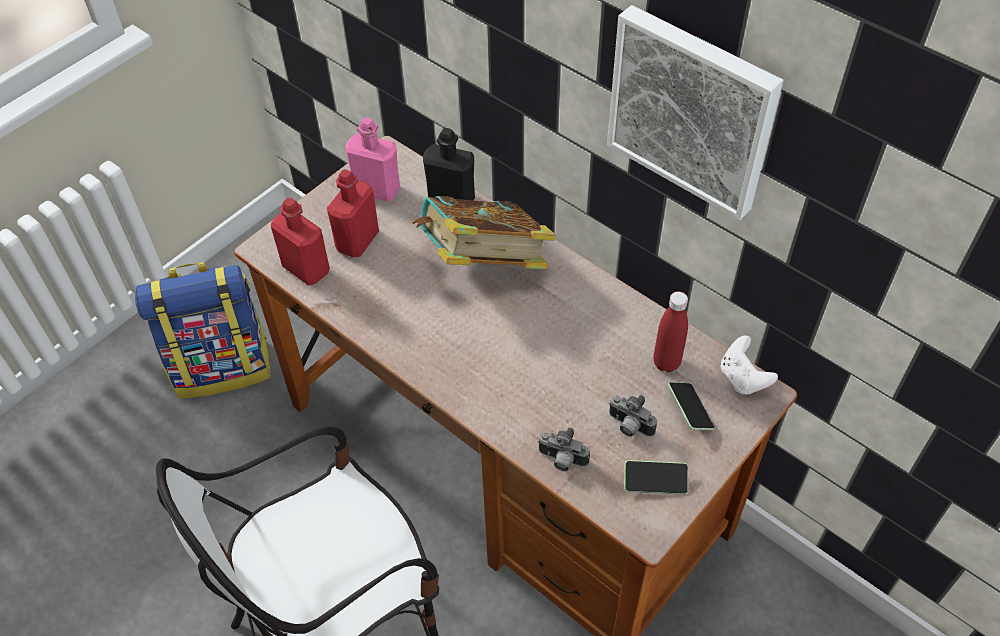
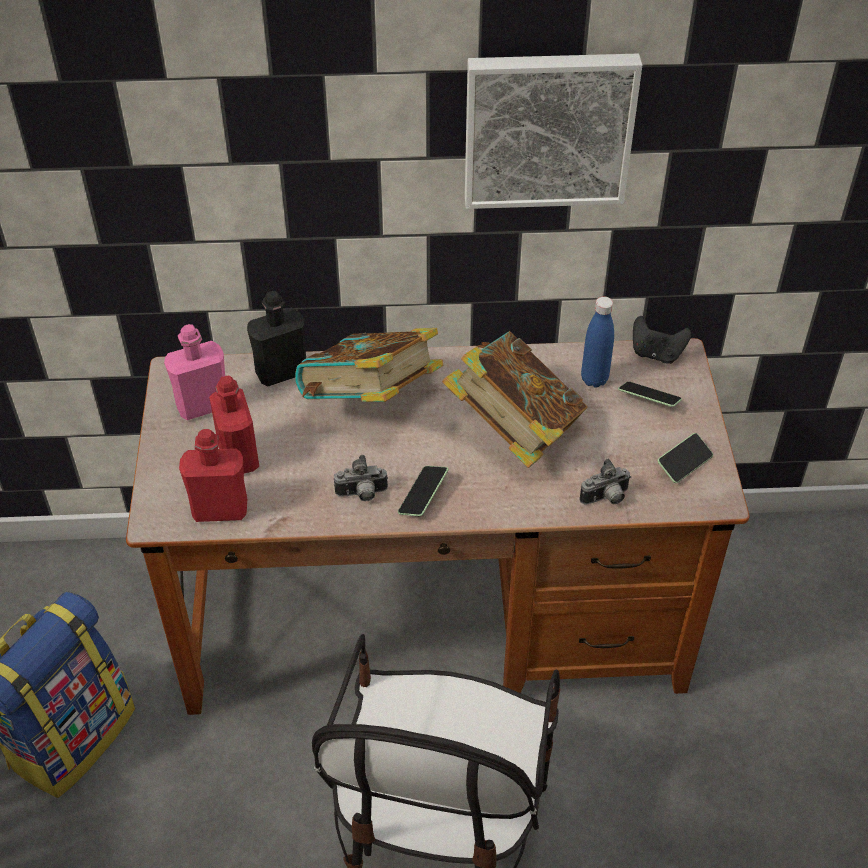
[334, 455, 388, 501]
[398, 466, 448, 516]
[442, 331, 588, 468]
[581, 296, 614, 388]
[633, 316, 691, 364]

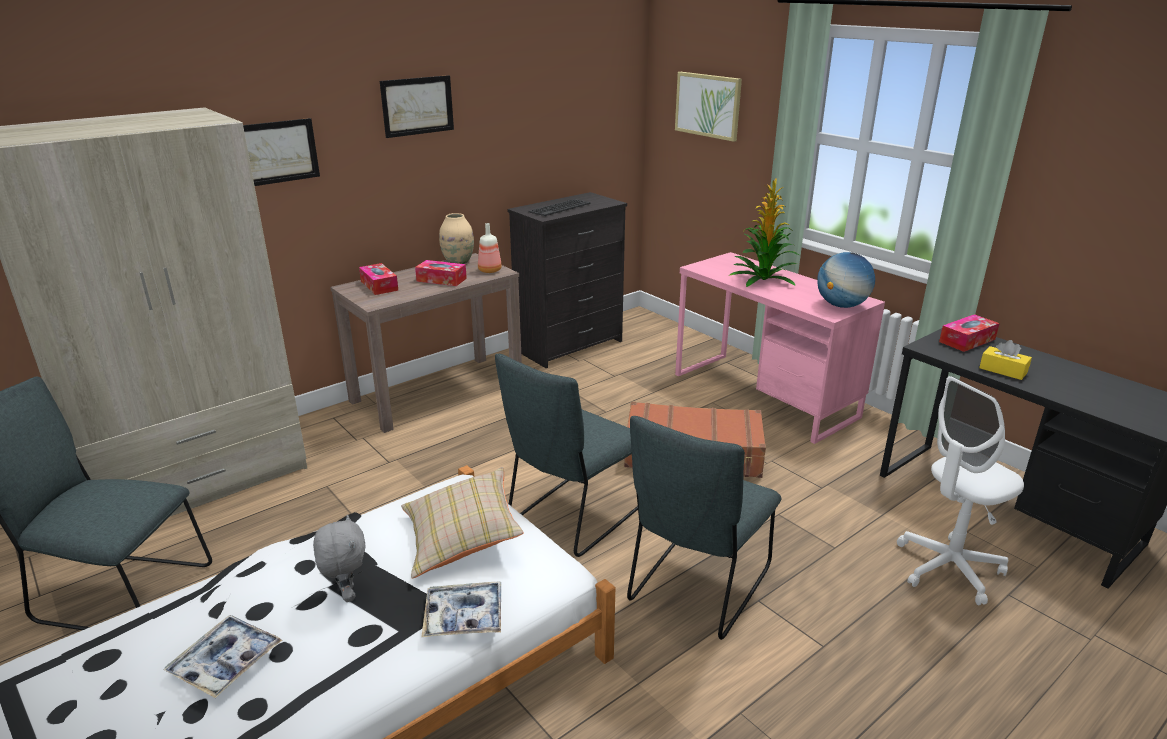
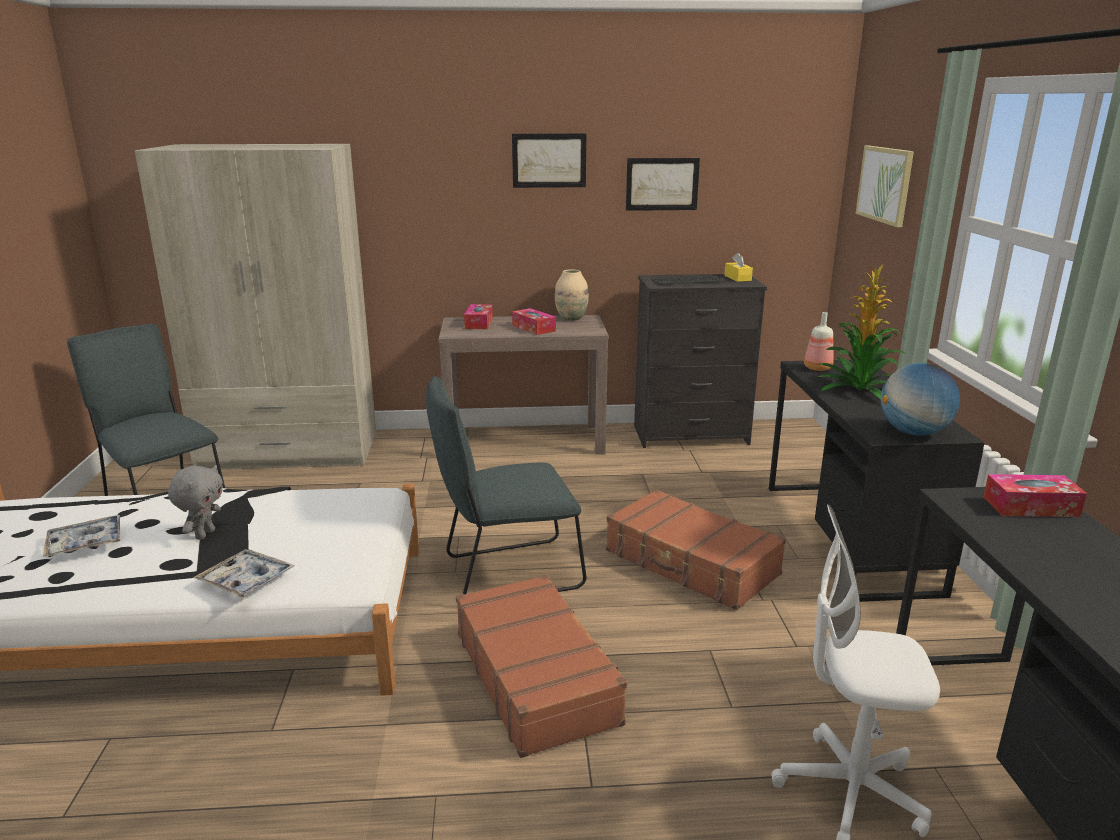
[456, 575, 627, 758]
[626, 158, 700, 211]
[724, 253, 753, 282]
[769, 360, 984, 602]
[804, 312, 834, 371]
[401, 467, 524, 579] (first image)

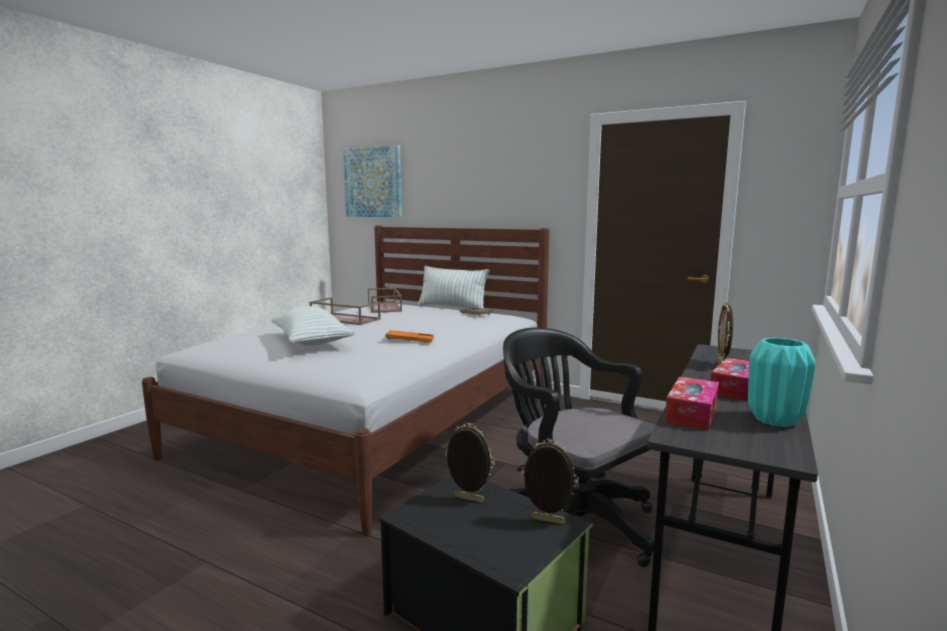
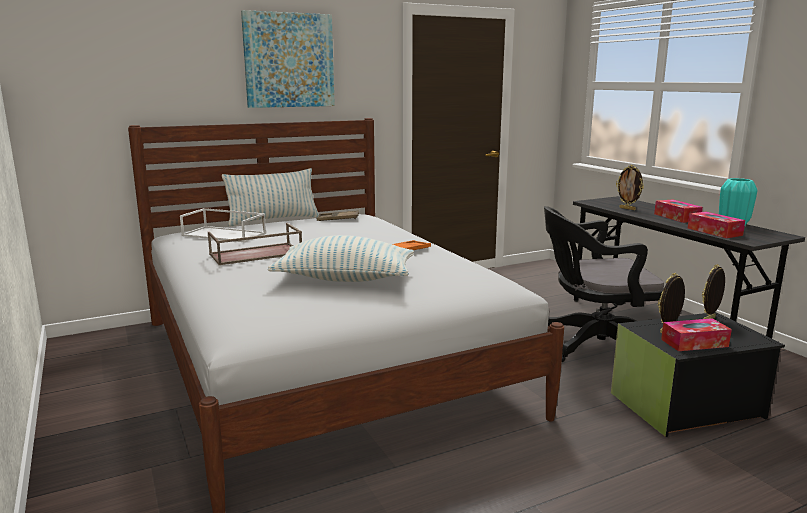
[180, 208, 266, 243]
[241, 10, 335, 108]
[661, 318, 732, 351]

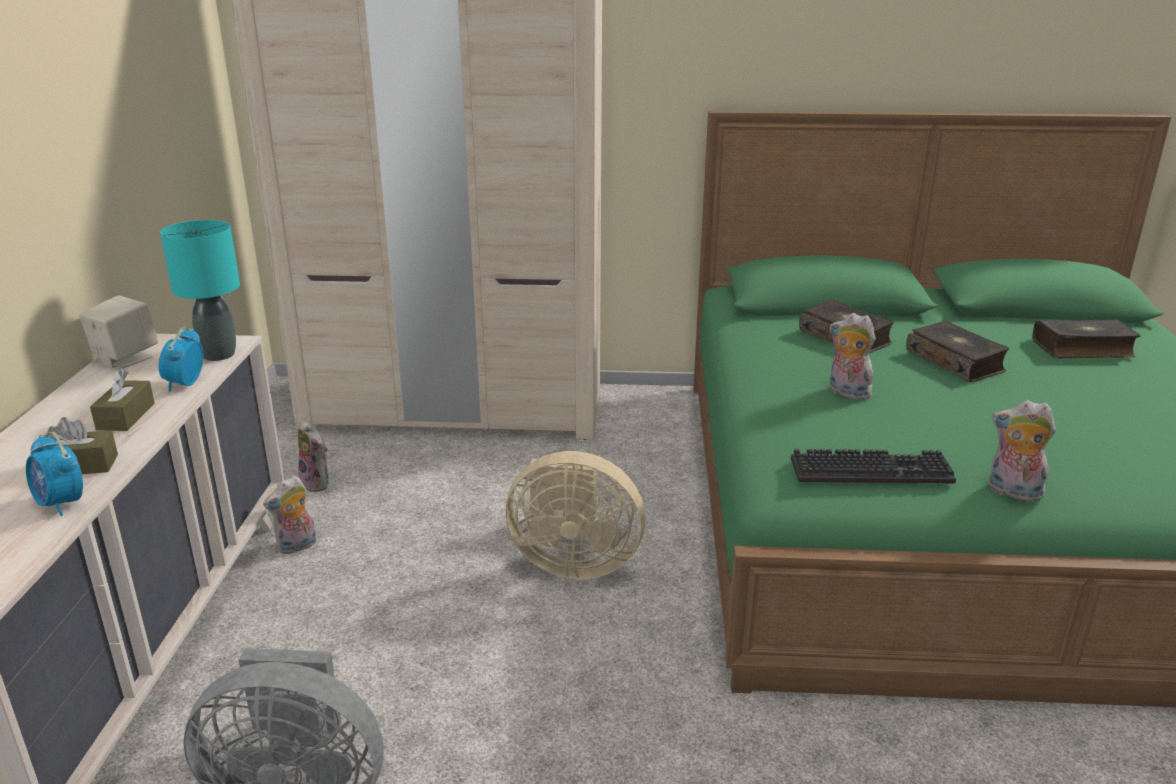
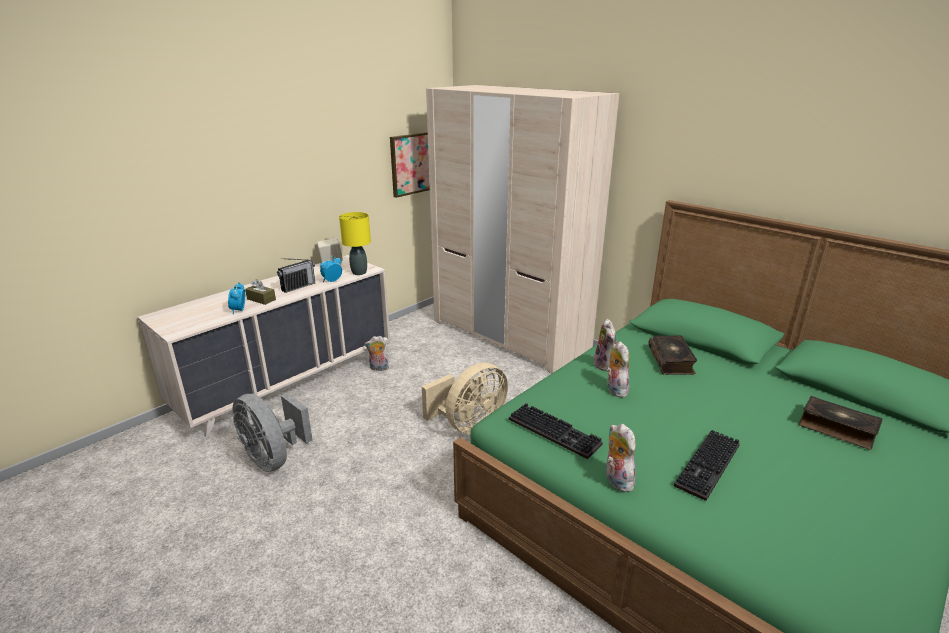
[277, 258, 315, 293]
[339, 212, 371, 275]
[390, 132, 430, 198]
[422, 363, 508, 434]
[594, 319, 618, 371]
[674, 430, 740, 501]
[906, 321, 1009, 382] (first image)

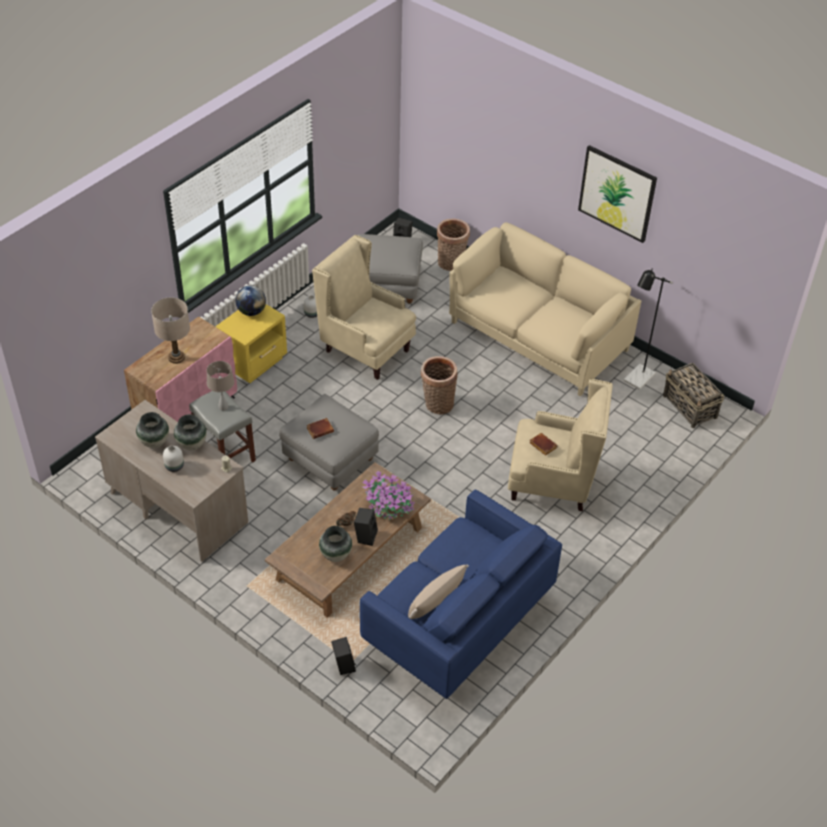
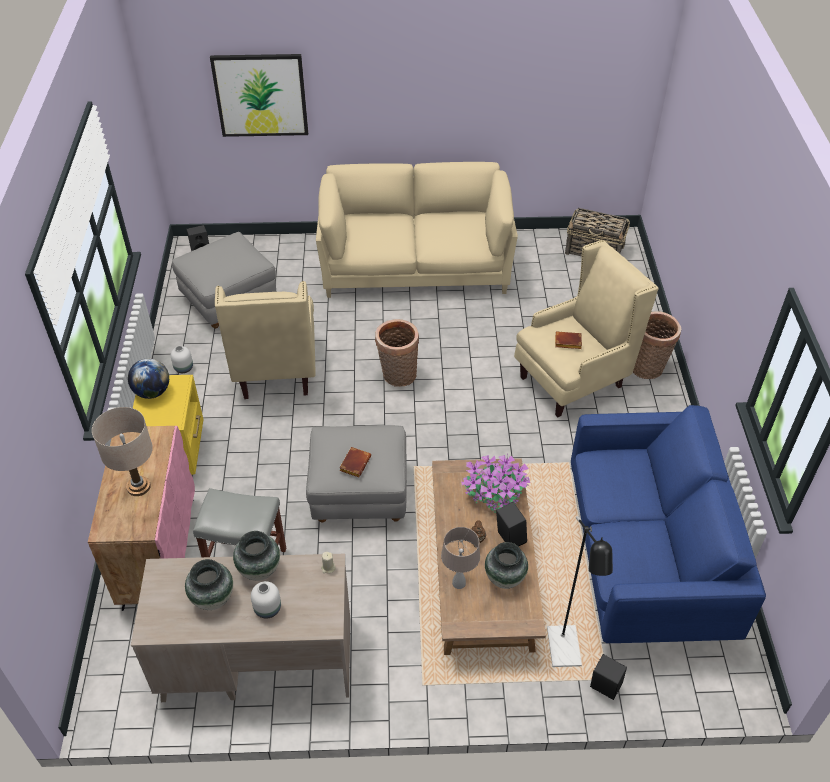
[210, 54, 308, 137]
[215, 281, 316, 399]
[441, 527, 480, 589]
[547, 516, 613, 667]
[633, 311, 682, 379]
[408, 564, 469, 619] (first image)

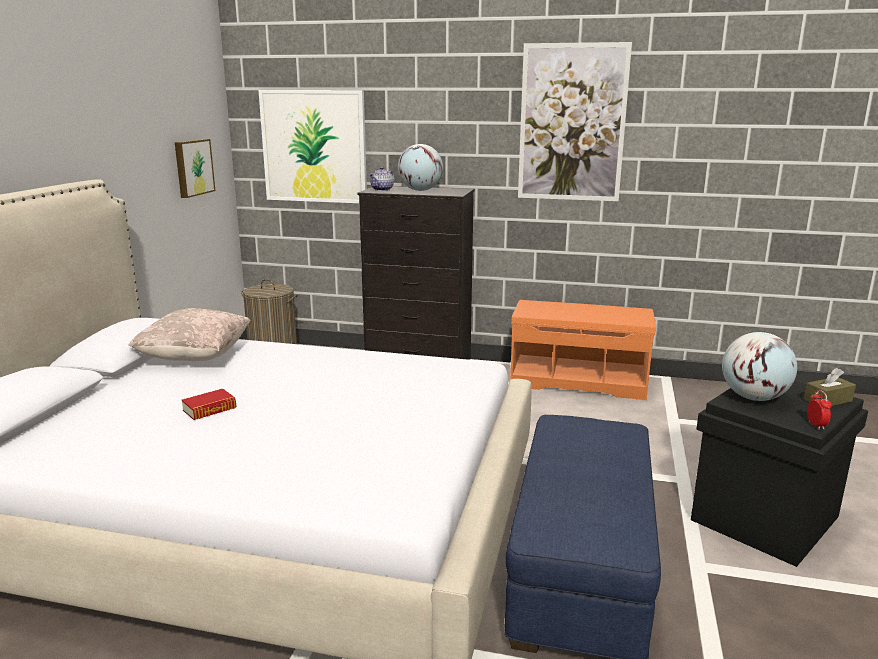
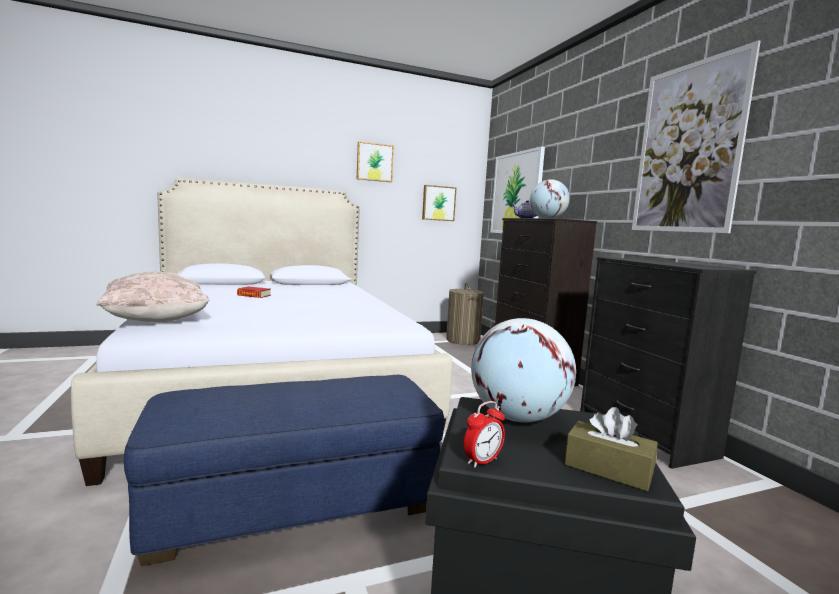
[97, 271, 210, 322]
[357, 141, 394, 182]
[580, 257, 757, 469]

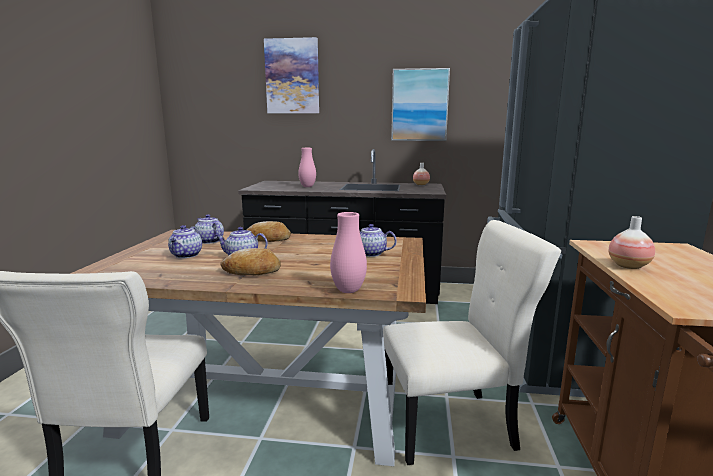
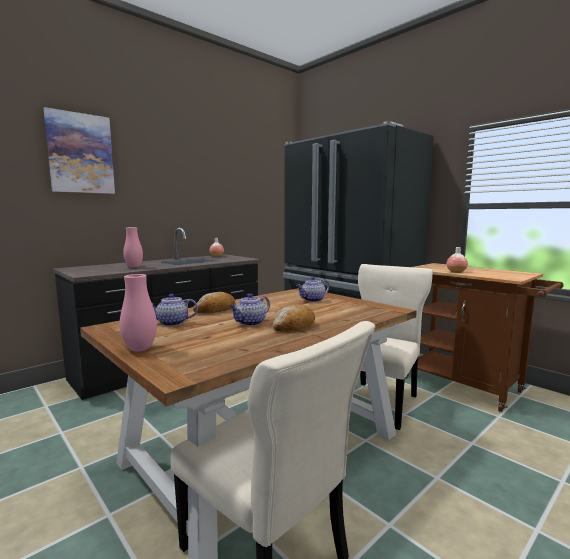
[120, 274, 157, 352]
[168, 225, 202, 258] (first image)
[391, 68, 450, 141] (first image)

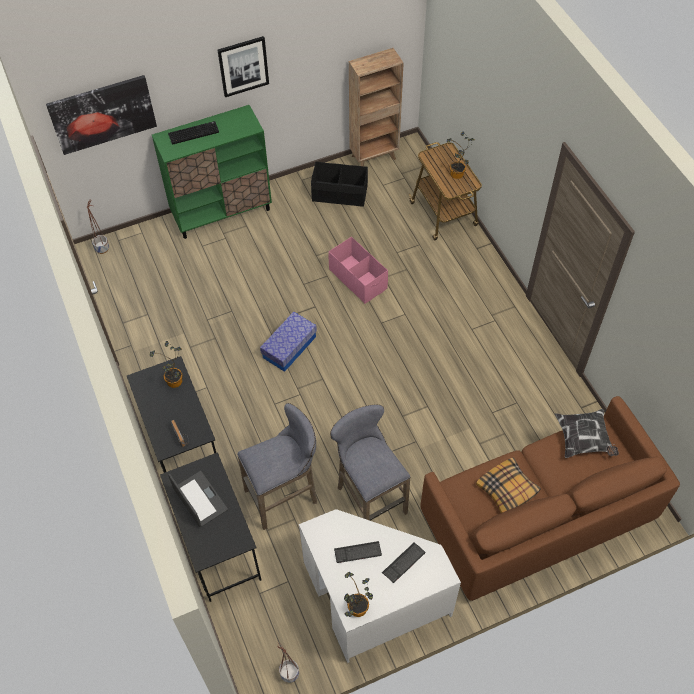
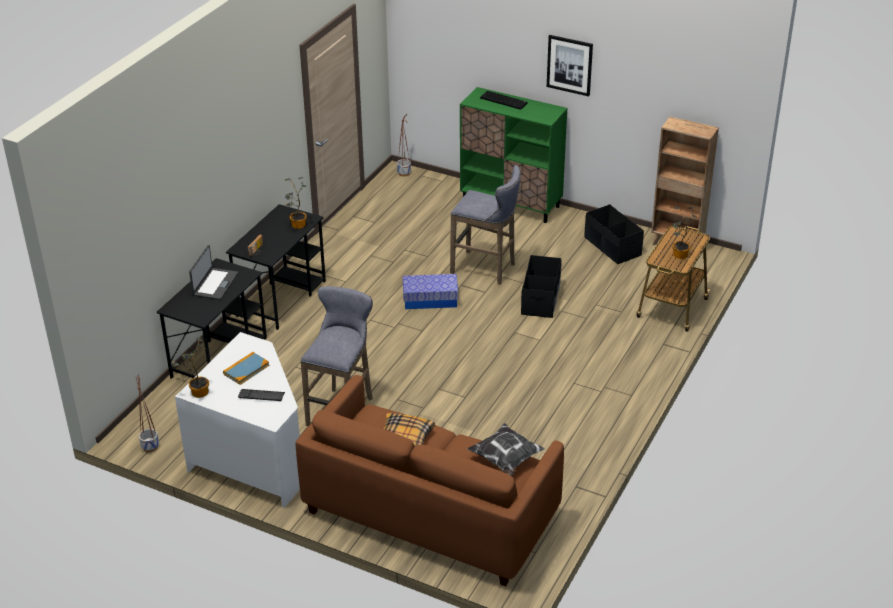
[223, 352, 269, 385]
[450, 165, 521, 285]
[521, 255, 562, 318]
[46, 75, 157, 155] (first image)

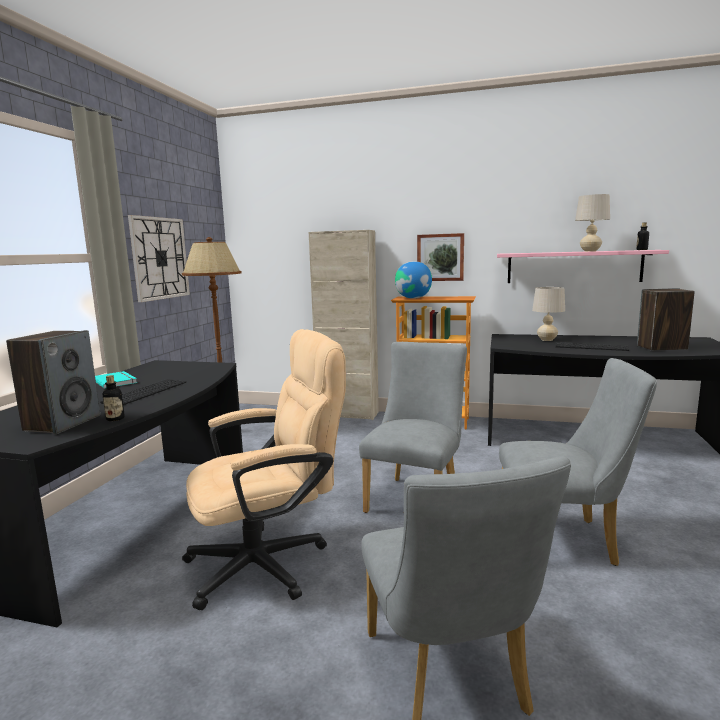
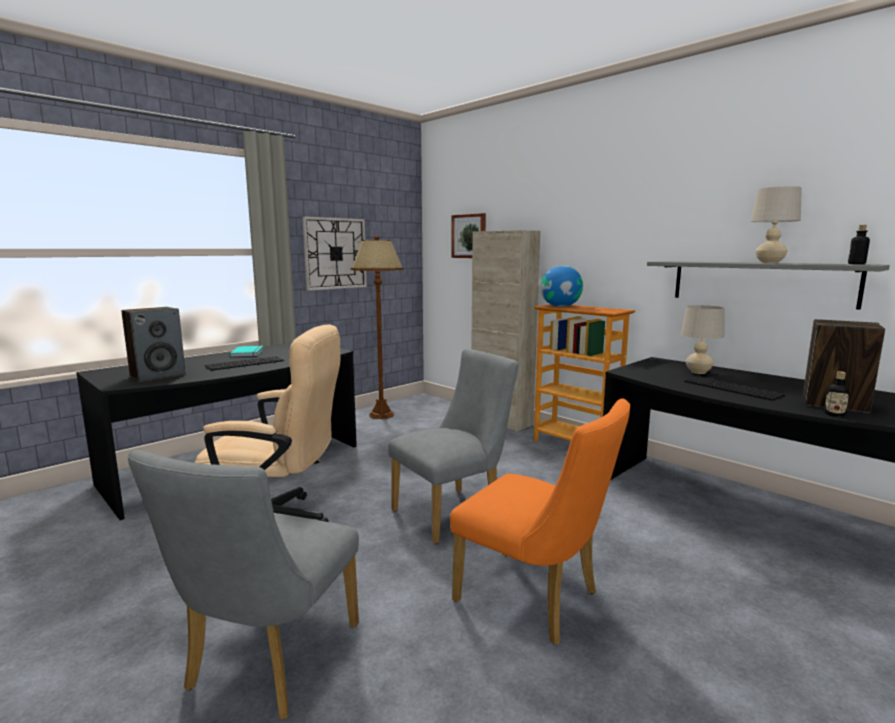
[450, 398, 630, 645]
[452, 213, 486, 258]
[647, 261, 890, 310]
[824, 371, 850, 417]

